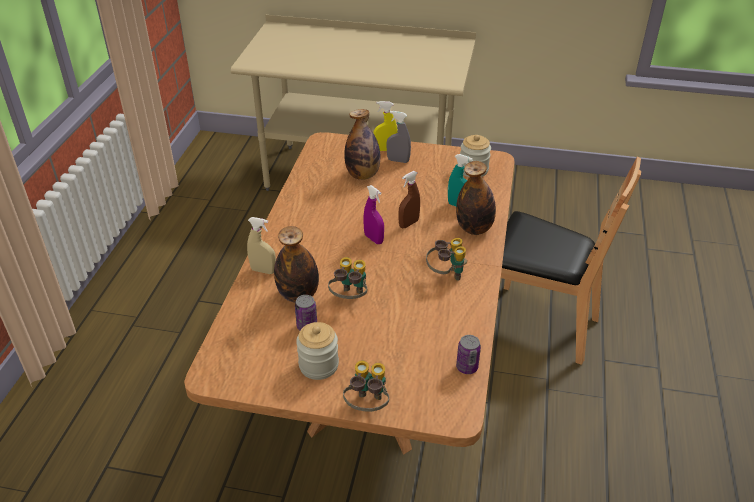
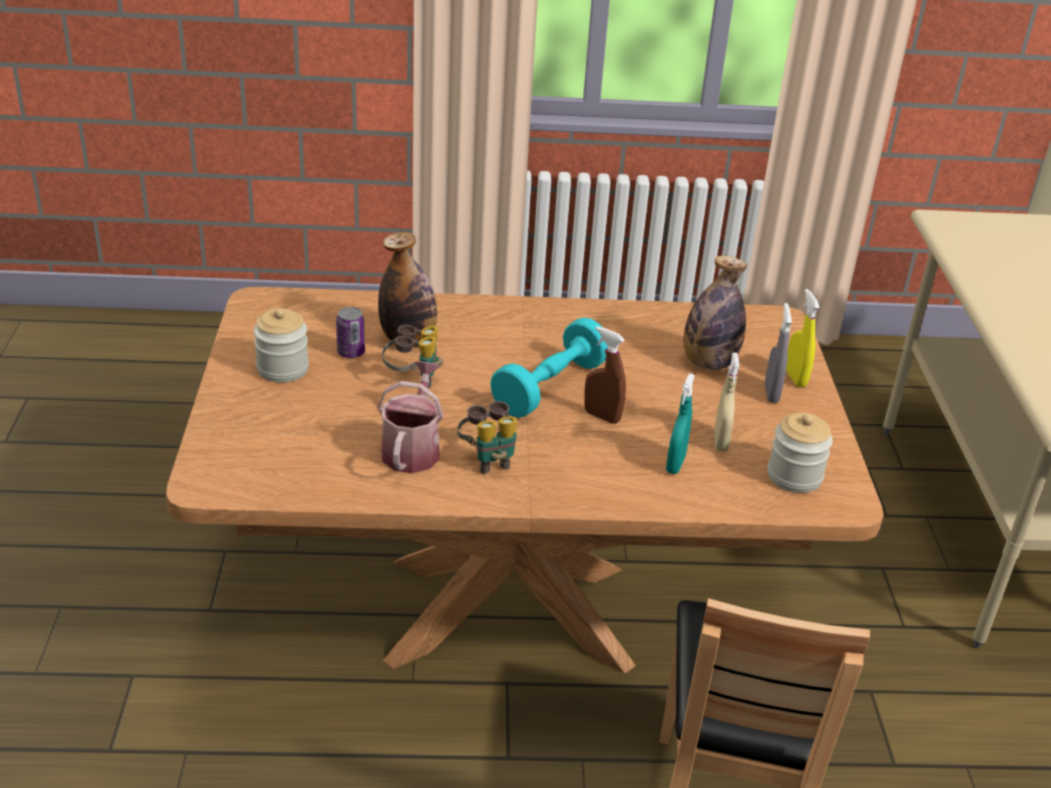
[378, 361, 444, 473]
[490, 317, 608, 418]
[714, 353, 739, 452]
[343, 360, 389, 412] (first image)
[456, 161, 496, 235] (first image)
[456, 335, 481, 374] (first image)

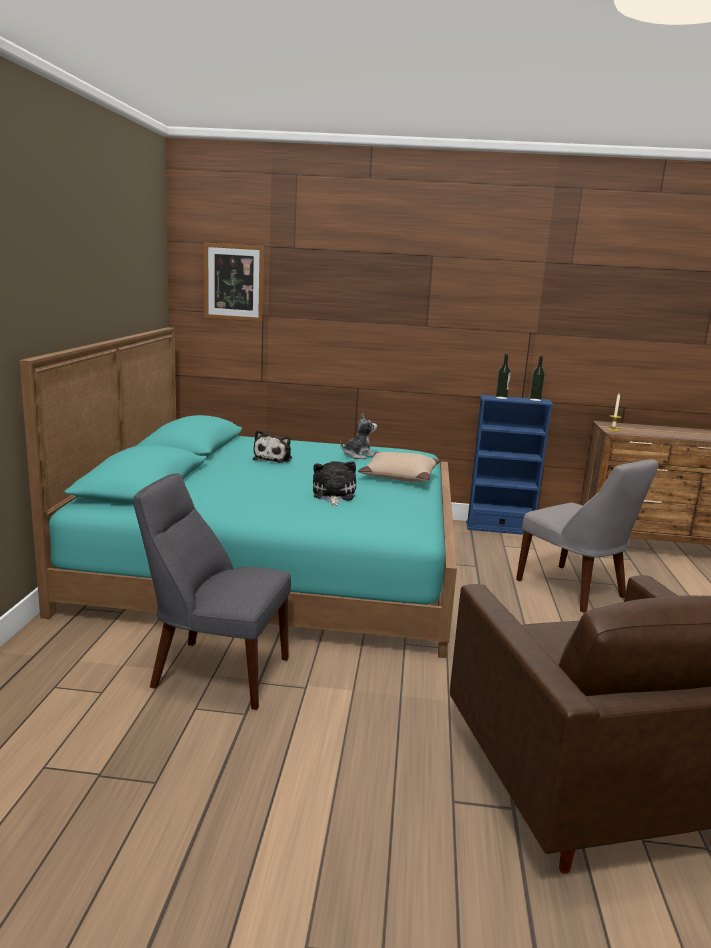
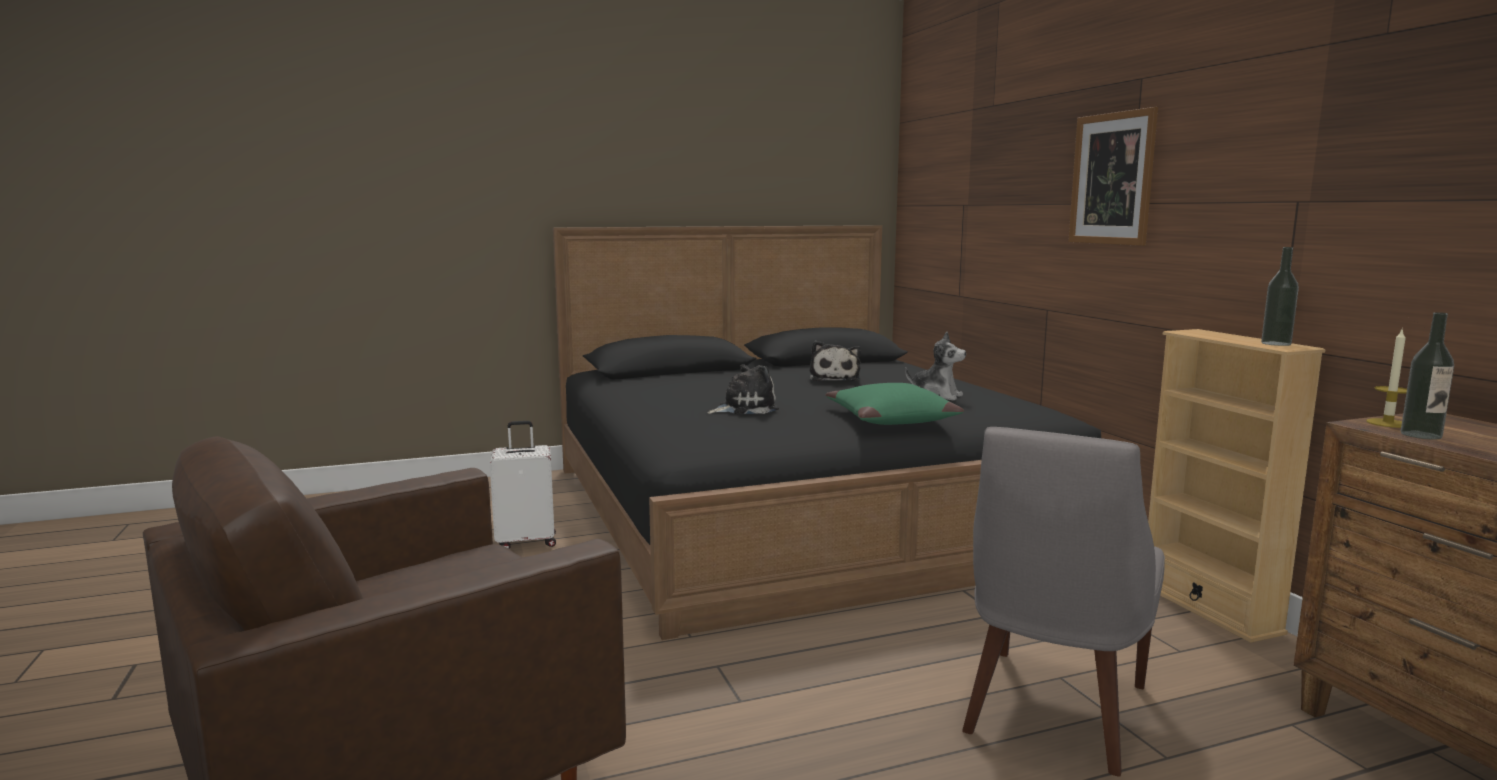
[490, 421, 556, 549]
[553, 225, 1101, 640]
[810, 341, 861, 381]
[826, 383, 964, 425]
[1068, 107, 1158, 246]
[1148, 329, 1326, 643]
[1401, 312, 1454, 439]

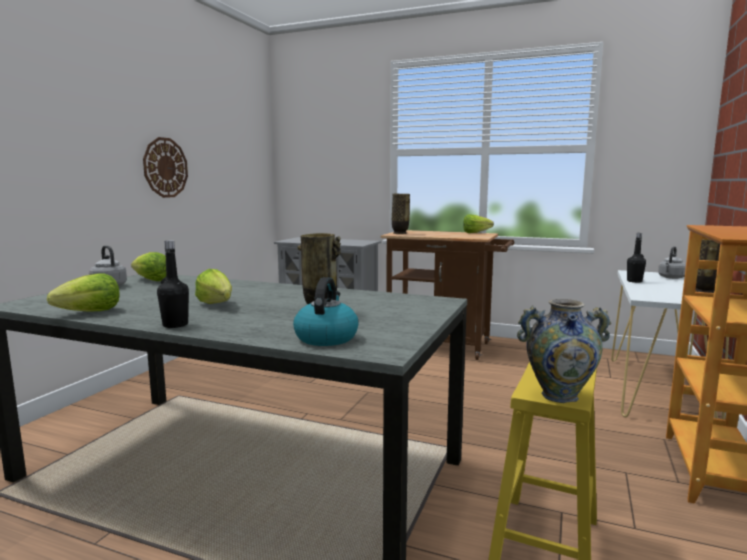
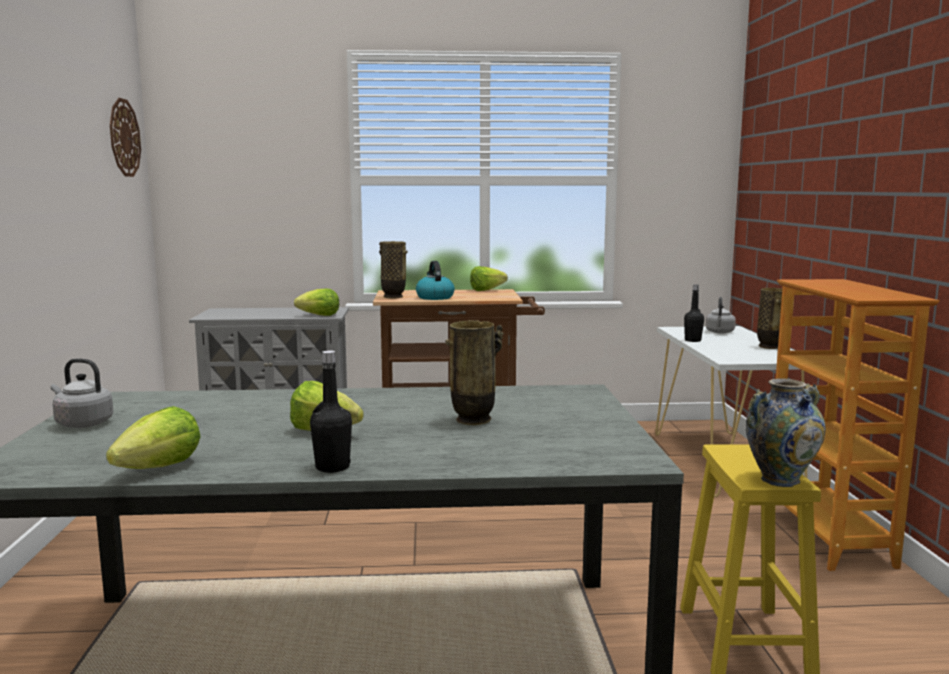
[110, 98, 141, 177]
[294, 289, 339, 316]
[416, 261, 455, 300]

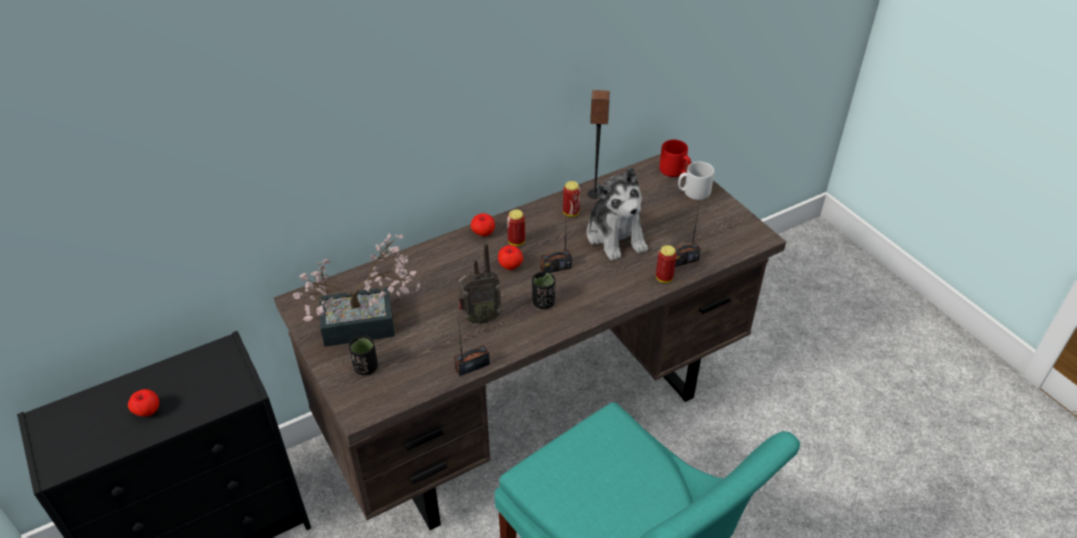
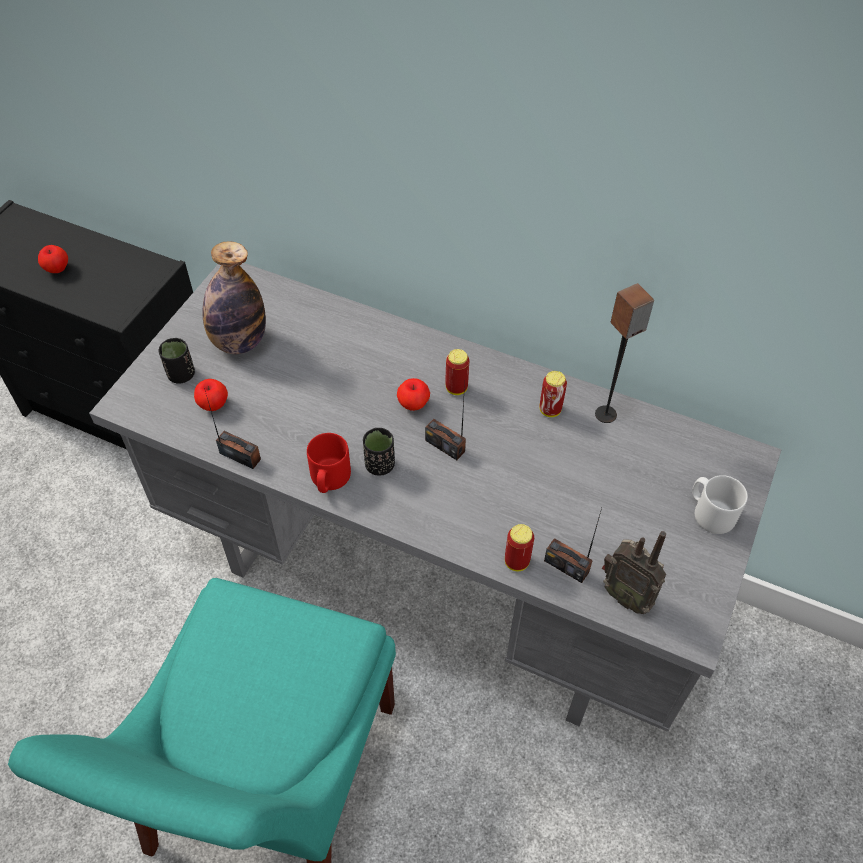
[89, 263, 782, 732]
[194, 379, 228, 411]
[203, 241, 266, 354]
[307, 433, 351, 493]
[602, 531, 666, 614]
[587, 167, 648, 261] (first image)

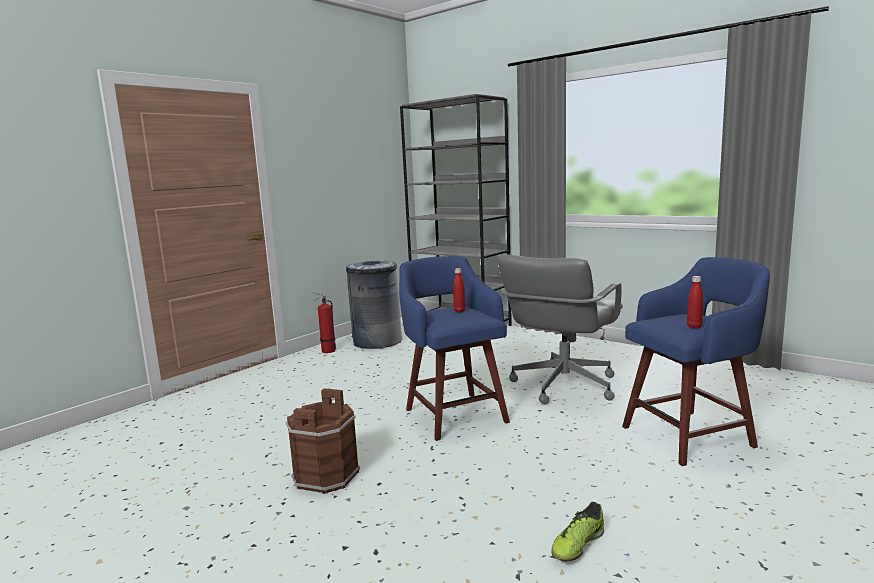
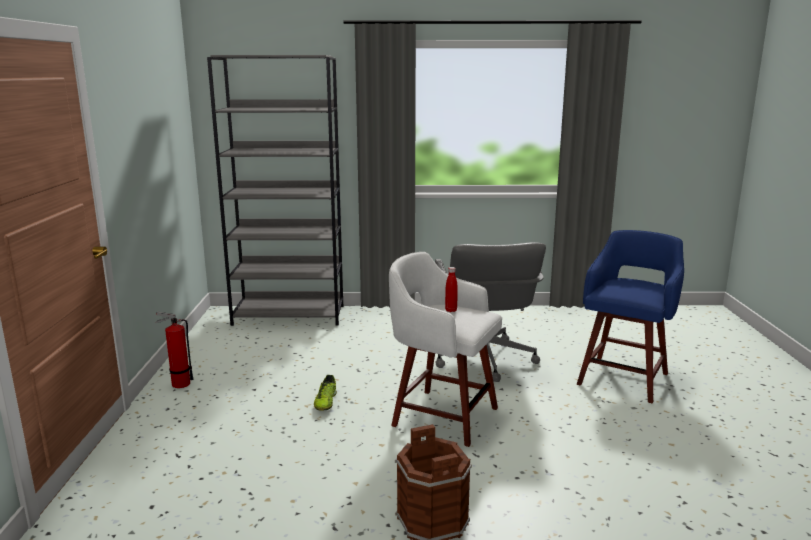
[314, 375, 337, 411]
[389, 252, 502, 447]
[346, 260, 402, 349] (first image)
[687, 276, 703, 328] (first image)

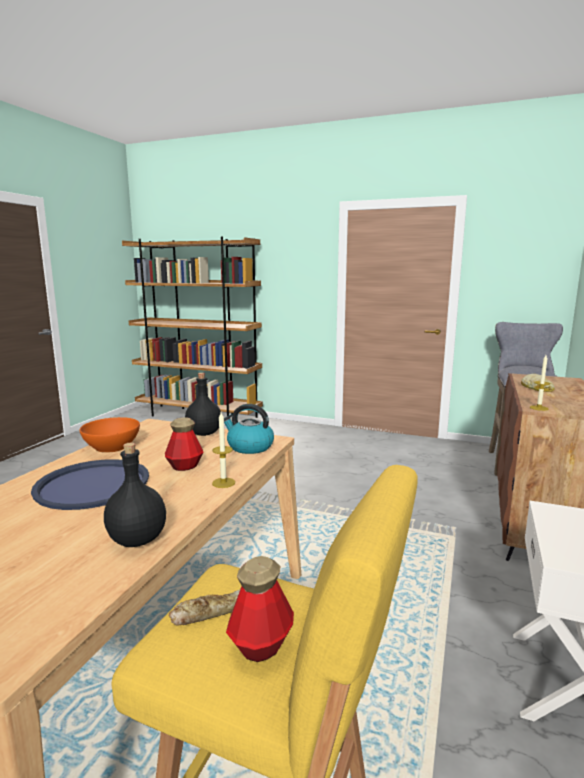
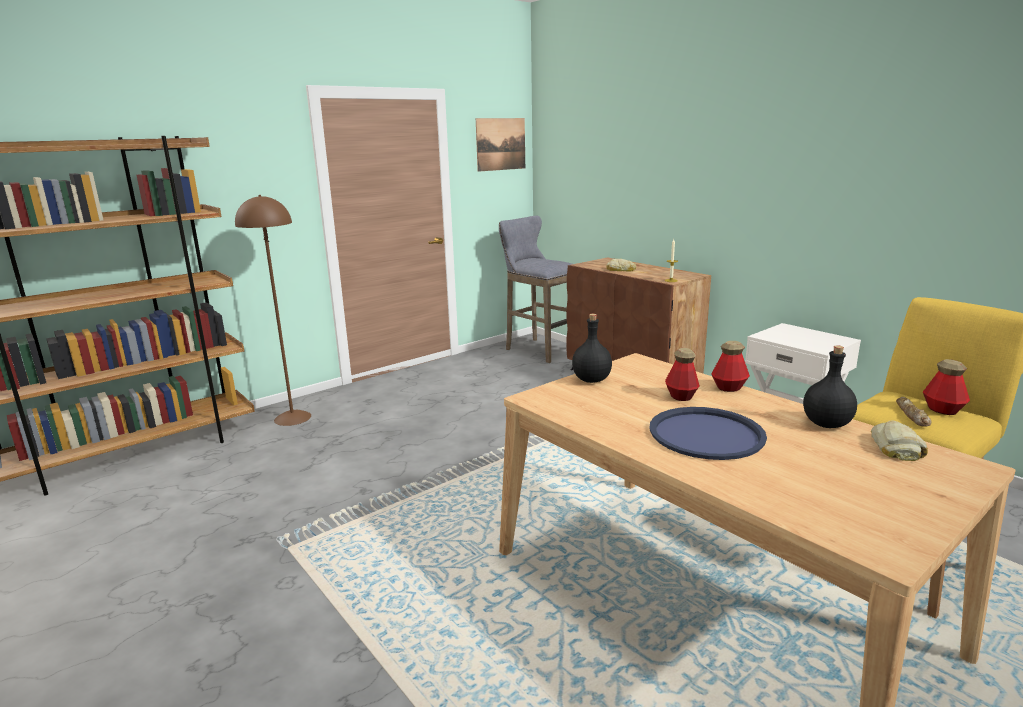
[235, 195, 311, 426]
[476, 118, 525, 172]
[711, 341, 750, 392]
[871, 420, 928, 461]
[80, 417, 140, 453] (first image)
[224, 404, 274, 454] (first image)

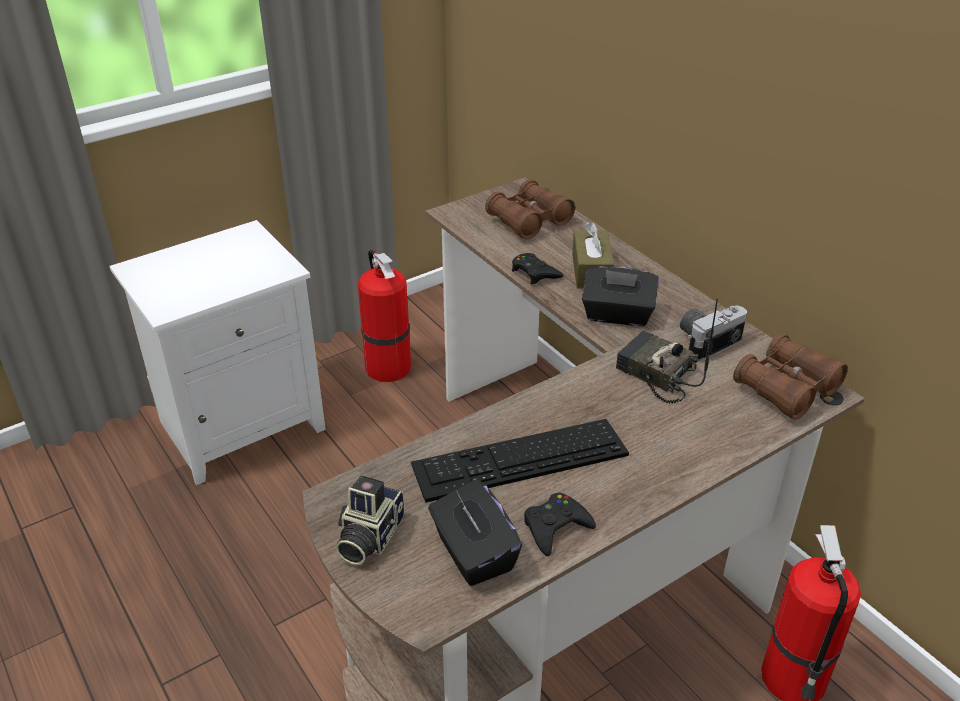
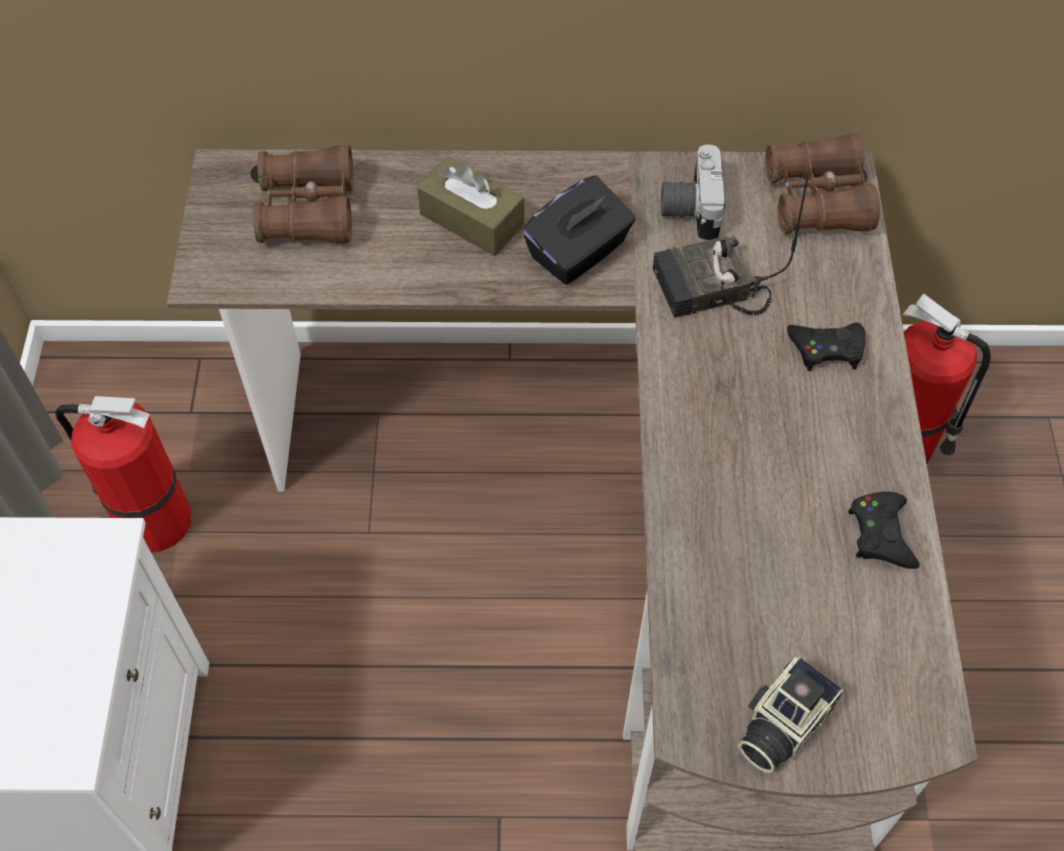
[738, 657, 844, 774]
[787, 323, 865, 371]
[411, 419, 629, 503] (first image)
[428, 479, 522, 586] (first image)

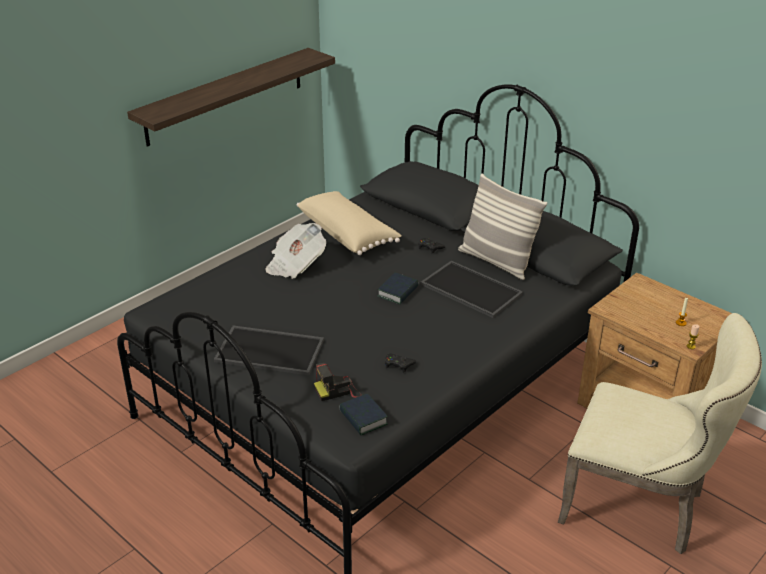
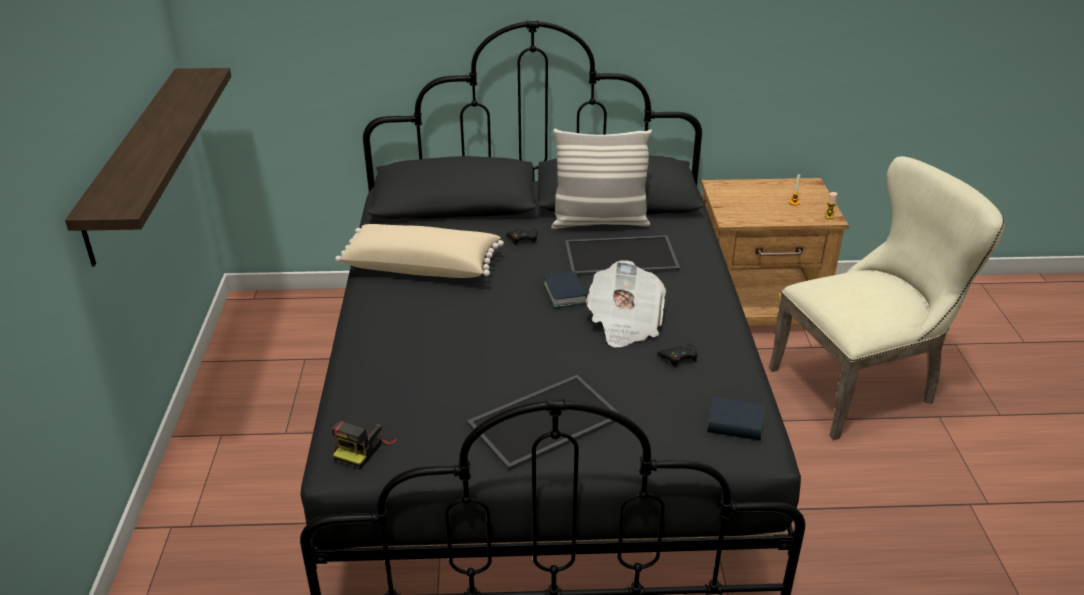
[332, 421, 397, 469]
[586, 260, 666, 348]

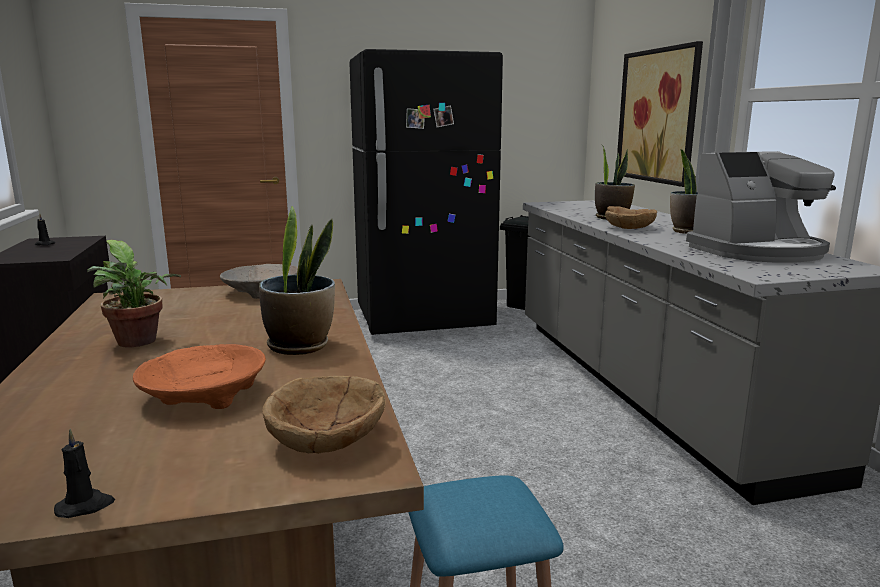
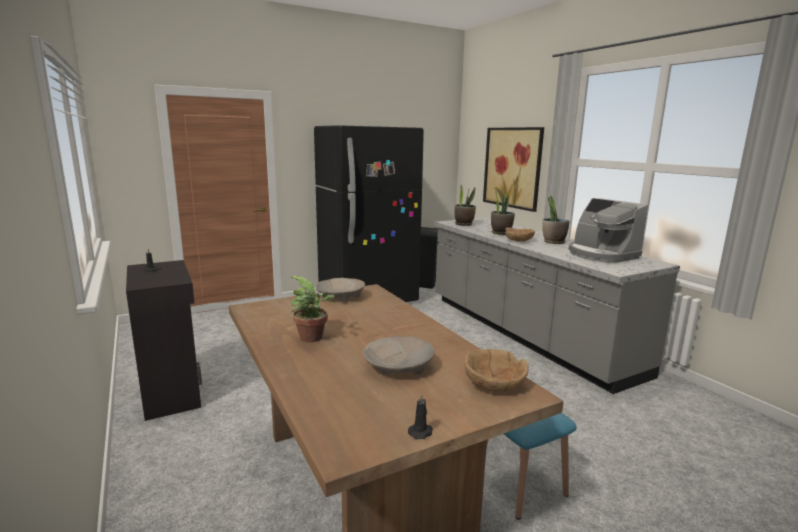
[363, 336, 435, 375]
[455, 185, 476, 226]
[569, 198, 648, 263]

